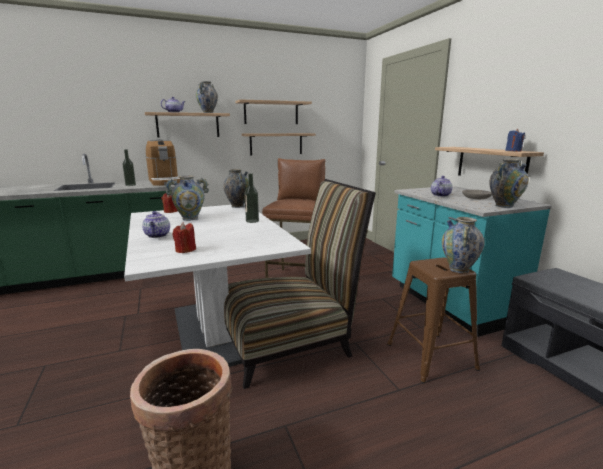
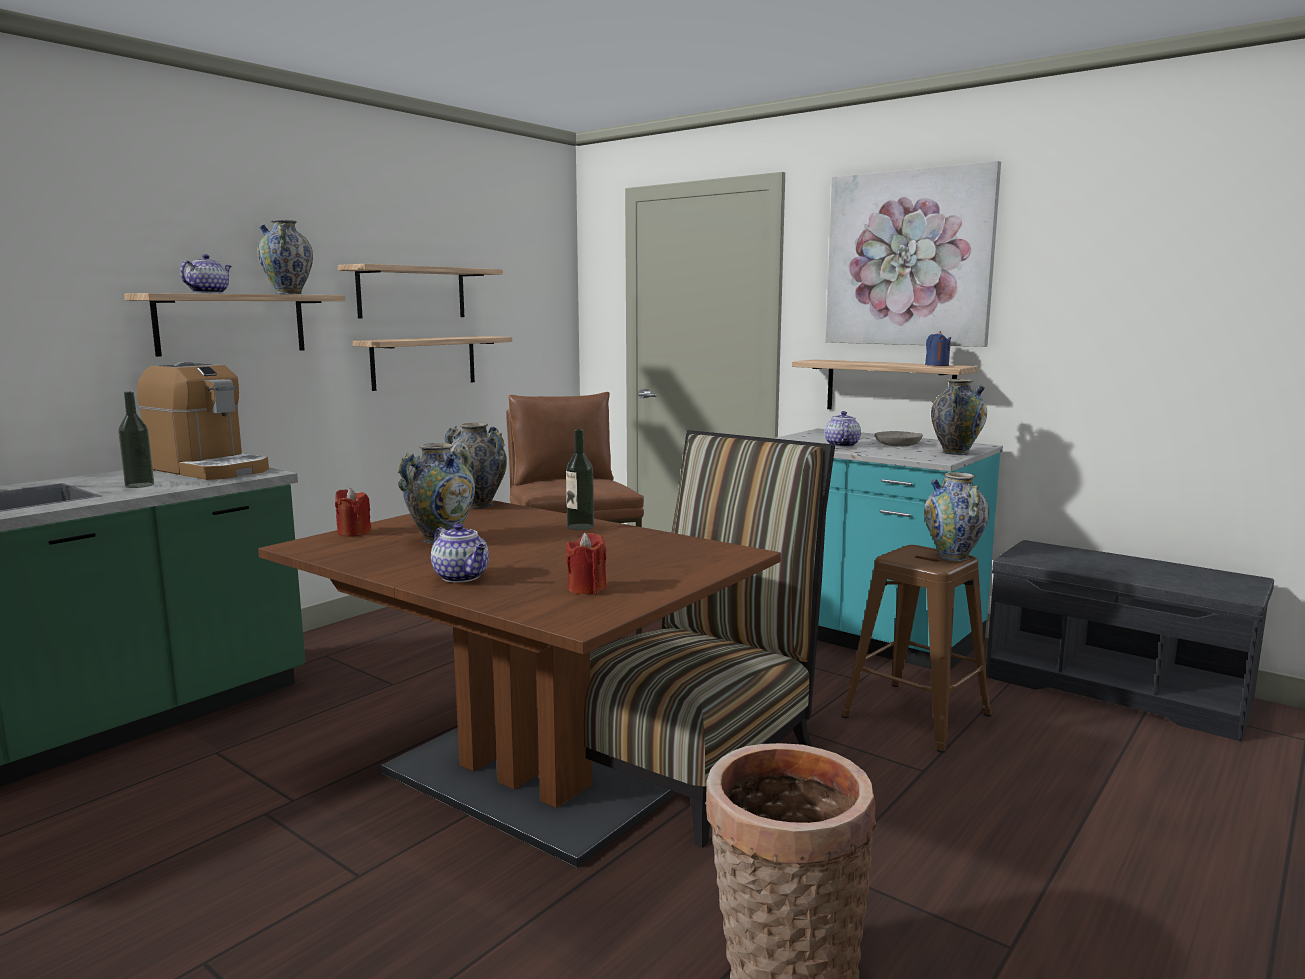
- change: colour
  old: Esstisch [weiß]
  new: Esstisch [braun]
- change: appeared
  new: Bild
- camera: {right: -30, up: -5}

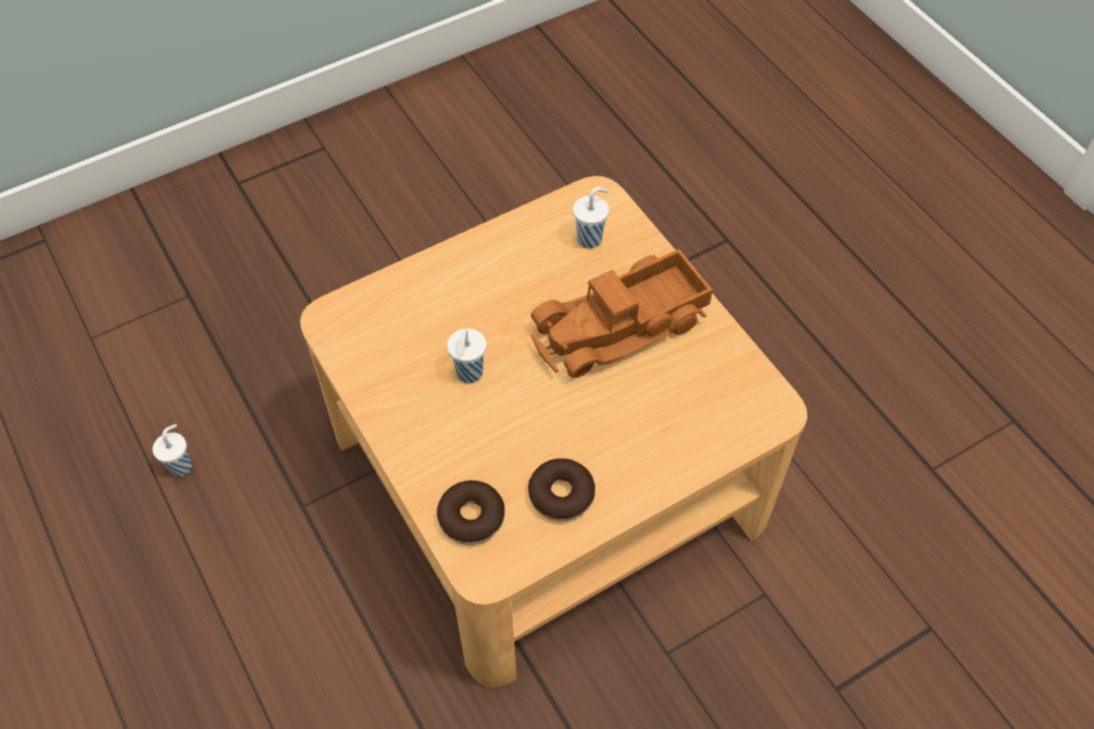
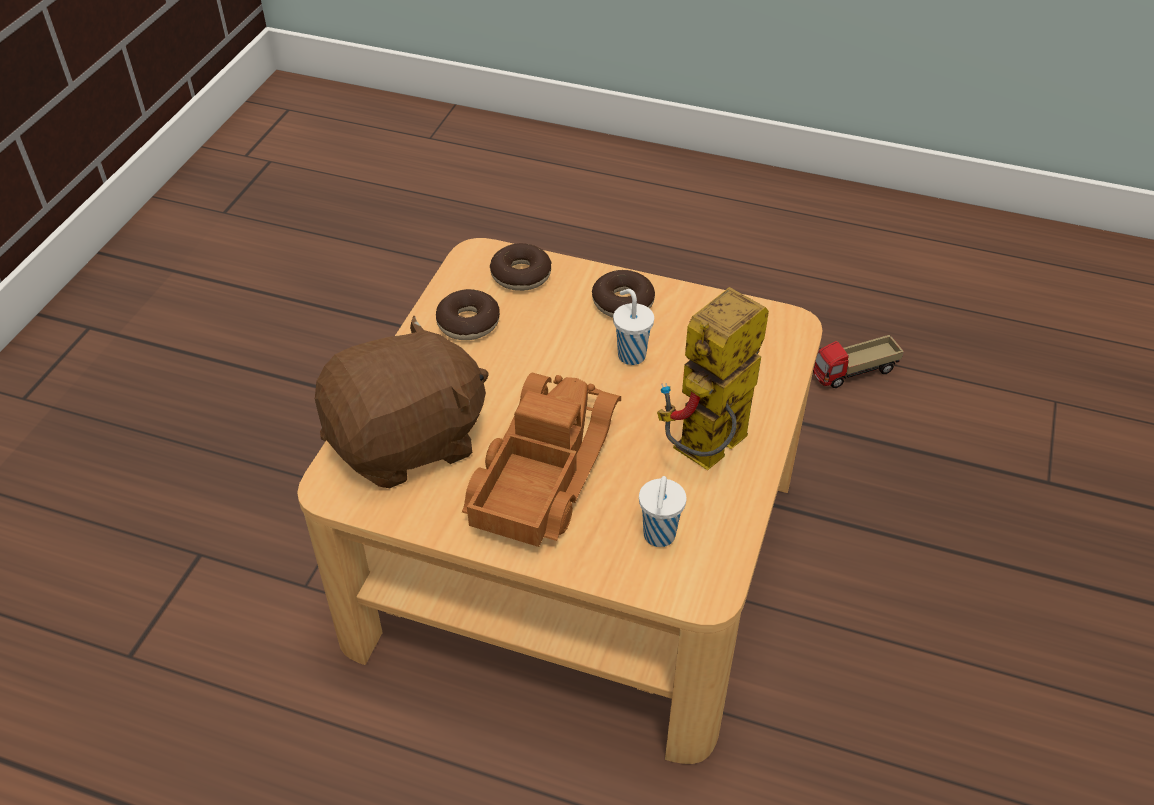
- change: appeared
  new: Plüschtier [braun]
- change: appeared
  new: Donut (no. 3 from left)
- change: appeared
  new: Spielzeugroboter
- change: exchanged
  old: Tasse [weiß] (no. 1 from left)
  new: Spielzeuglaster (no. 2 from left)
- camera: {right: 140, up: -10}

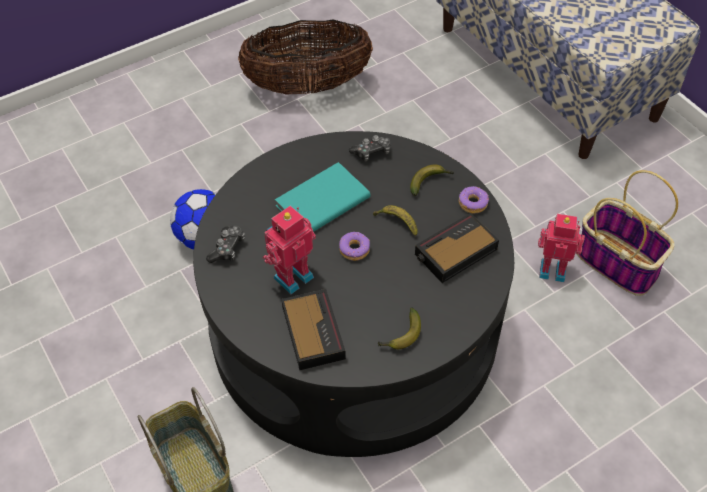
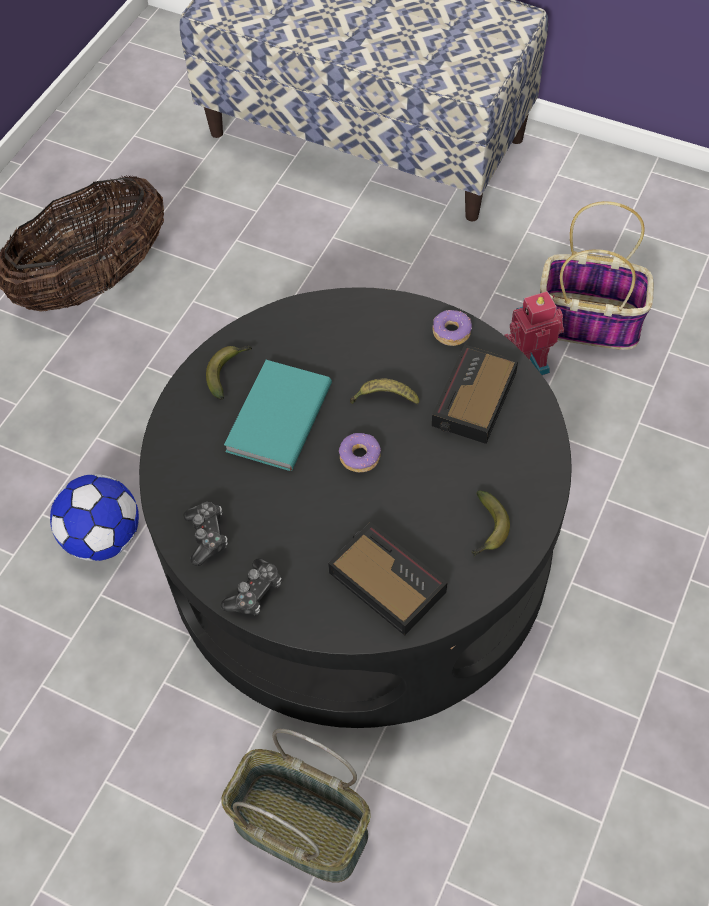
- change: relocated
  old: Banane (no. 3 from left in the first image)
  new: Banane (no. 1 from left)
- change: relocated
  old: Gamepad (no. 2 from left)
- change: missing
  old: Spielzeugroboter (no. 1 from left)
- camera: {right: -30, up: 5}

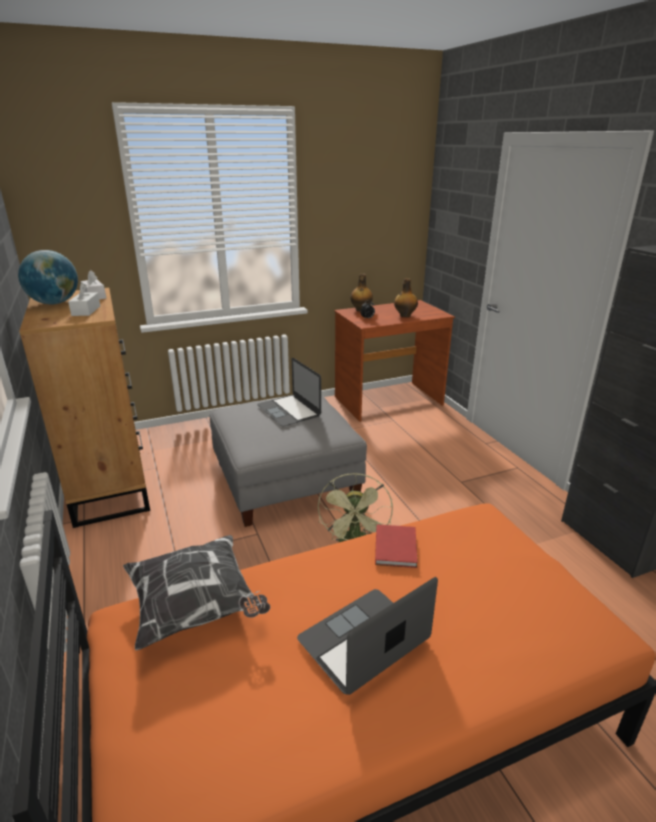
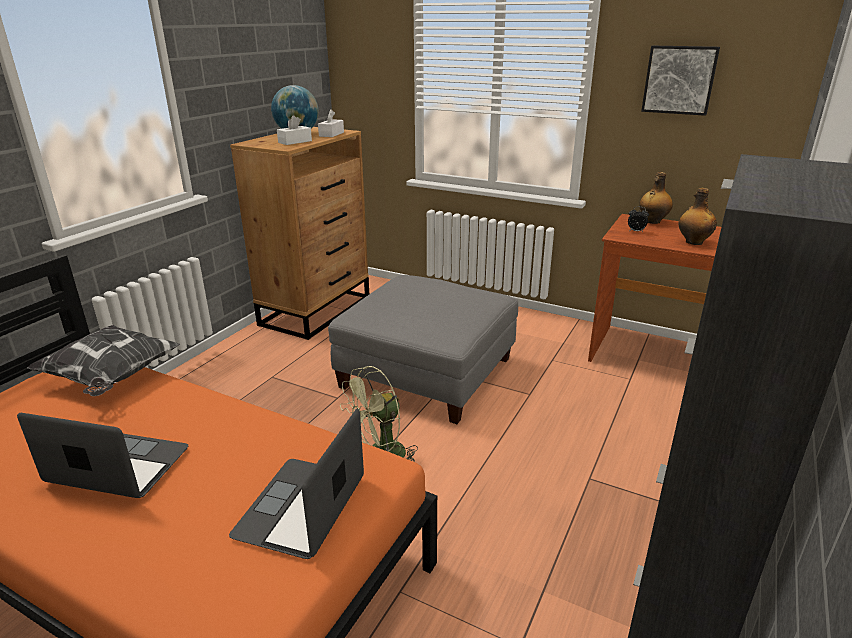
- change: relocated
  old: Laptop (no. 1 from left in the first image)
  new: Laptop (no. 2 from left)
- change: appeared
  new: Bild
- change: missing
  old: Buch [rot]
- camera: {right: 50, up: 0}

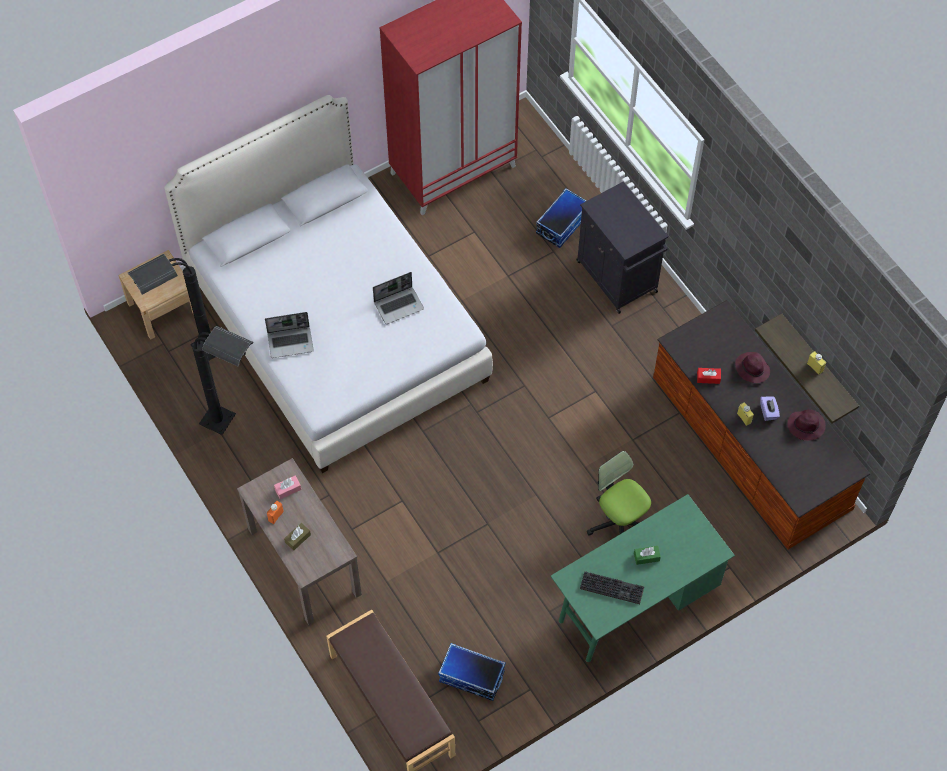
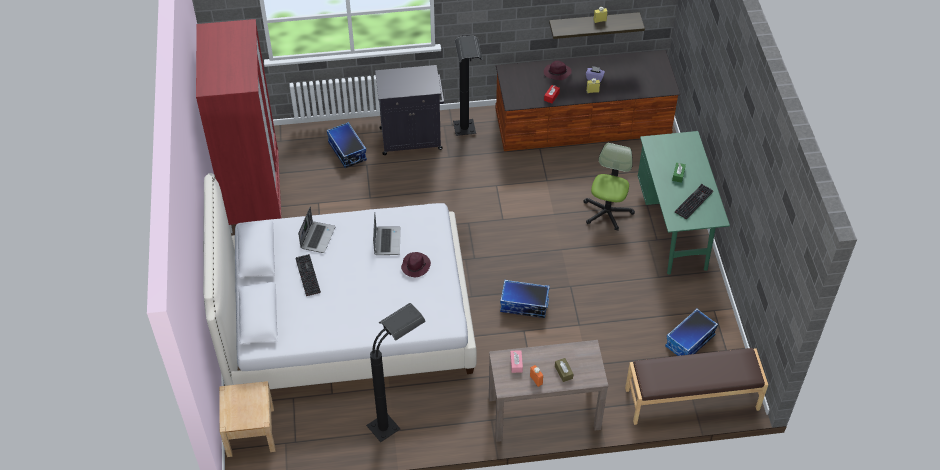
- change: appeared
  new: Tastatur (no. 1 from left)
- change: relocated
  old: Laptop (no. 1 from left)
- change: relocated
  old: Hut [lila] (no. 2 from left in the first image)
  new: Hut [lila] (no. 1 from left)
- change: relocated
  old: Stehlampe [schwarz] (no. 1 from left in the first image)
  new: Stehlampe [schwarz] (no. 2 from left)
- change: appeared
  new: Aufbewahrungsbox (no. 2 from left)
- change: spun
  old: Bürostuhl
  degrees: 120
- camera: {right: -65, up: -10}

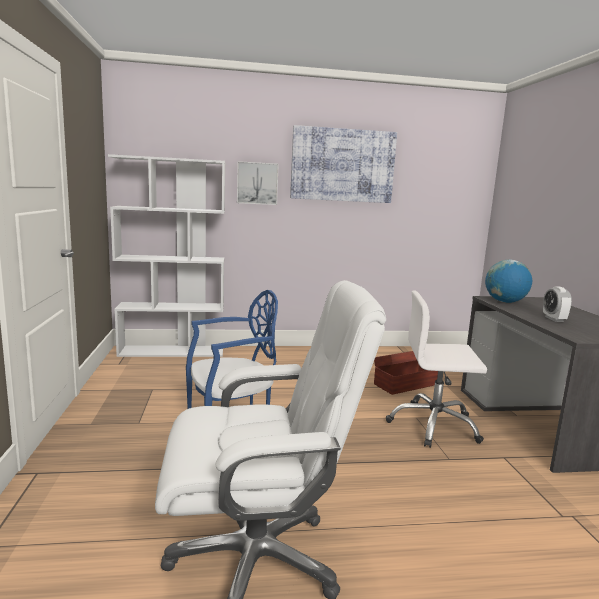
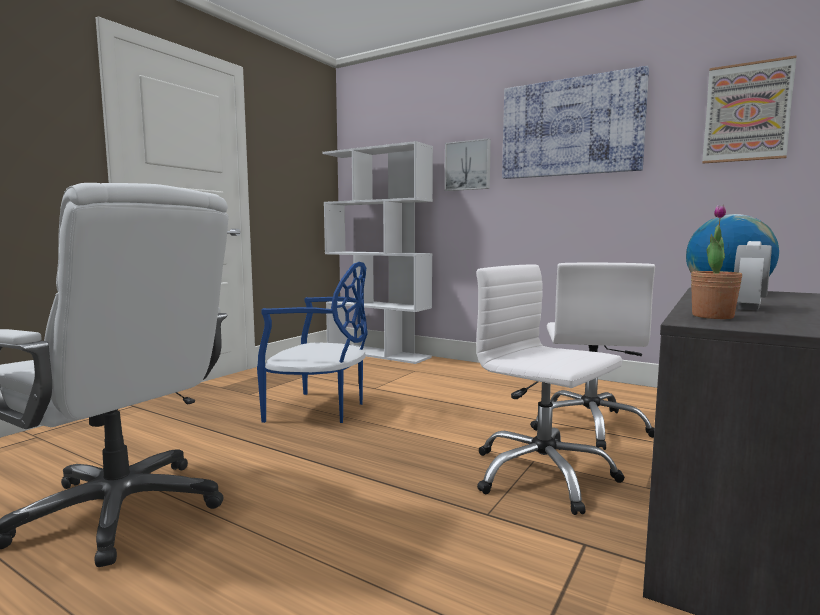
- change: exchanged
  old: Aufbewahrungsbox [braun]
  new: Bürostuhl [weiß] (no. 3 from left)
- change: appeared
  new: Topfpflanze
- change: appeared
  new: Bild (no. 3 from left)
- camera: {right: 40, up: -5}

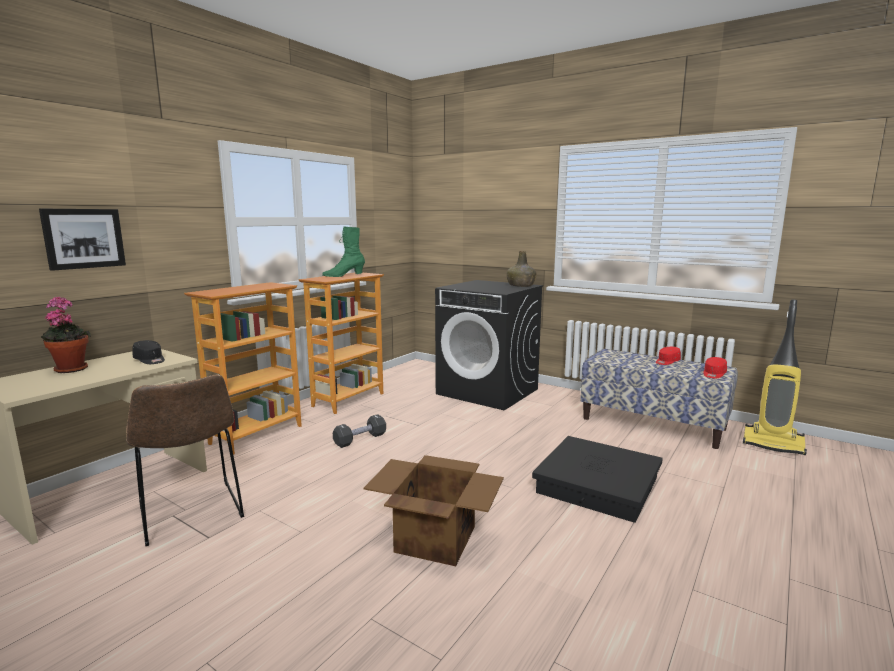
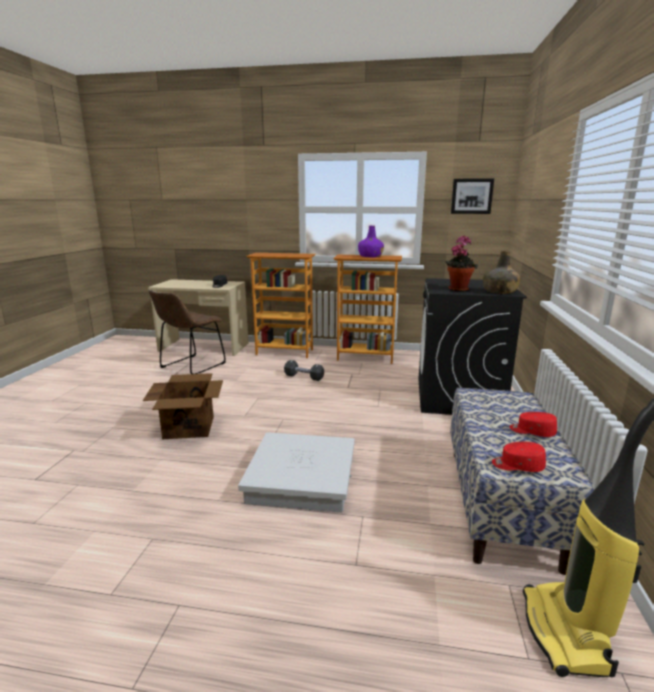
- change: colour
  old: Aufbewahrungsbox [schwarz]
  new: Aufbewahrungsbox [weiß]
- change: exchanged
  old: Stiefel [grün]
  new: Flasche [lila]
- change: relocated
  old: Topfpflanze
- change: relocated
  old: Bild
- camera: {right: 65, up: 5}

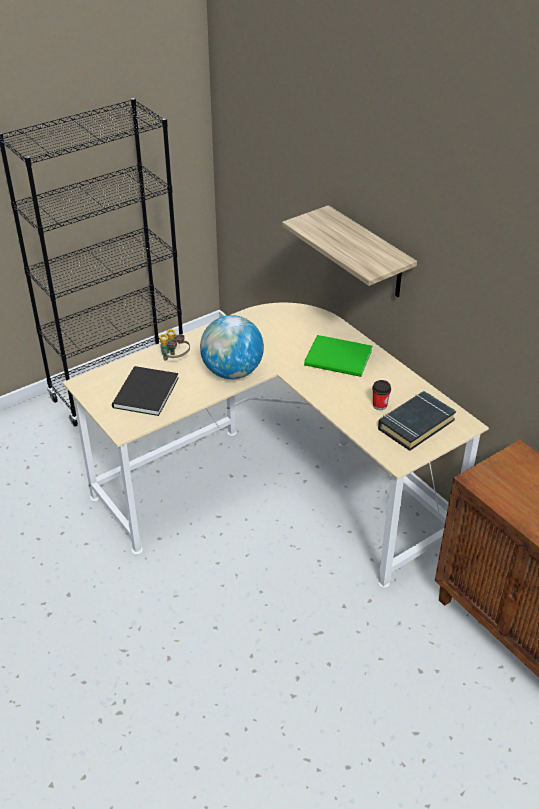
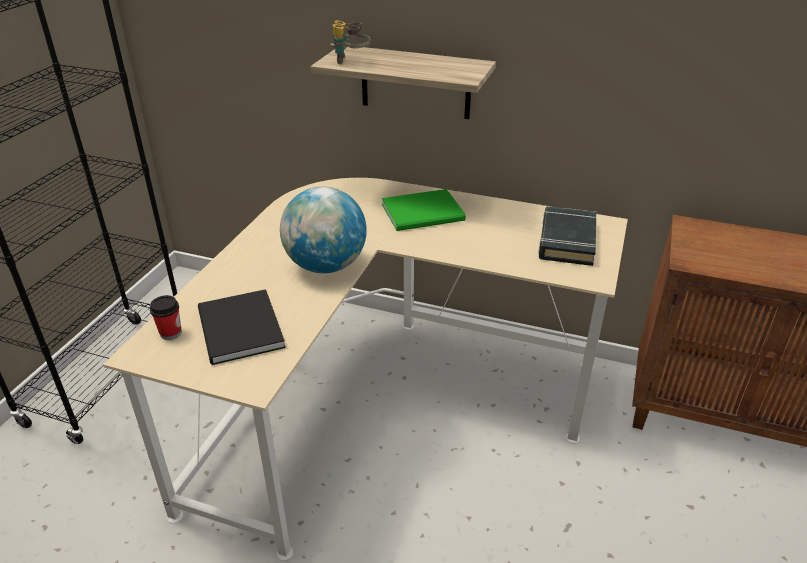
- change: relocated
  old: Tasse
- change: relocated
  old: Fernglas
- camera: {right: -35, up: -5}

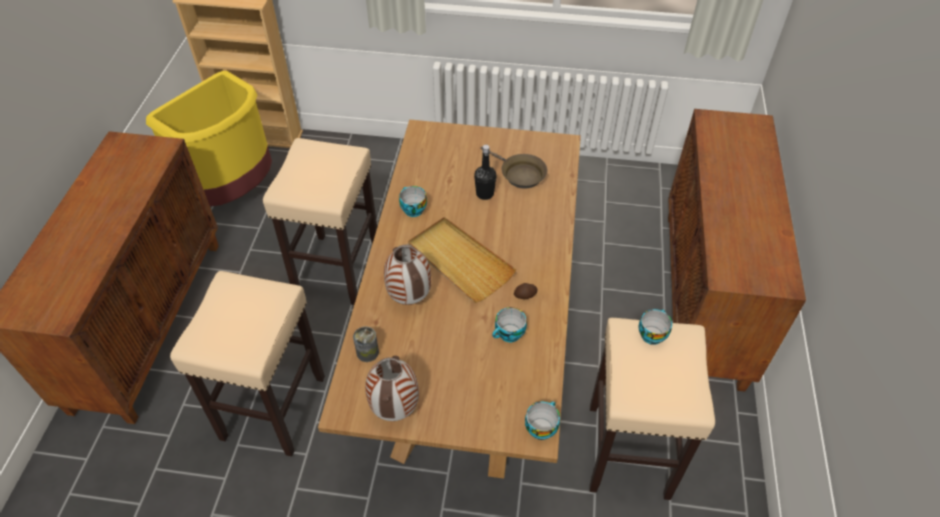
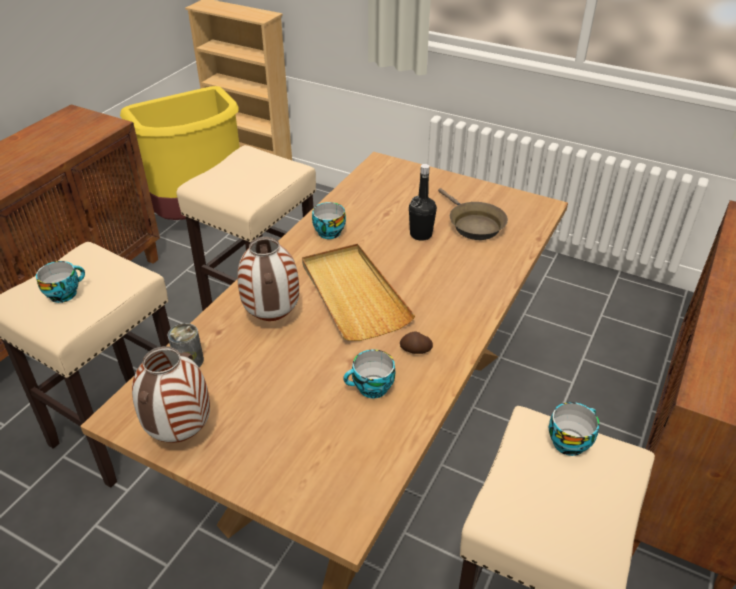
- change: relocated
  old: Tasse (no. 3 from left in the first image)
  new: Tasse (no. 1 from left)
- camera: {right: 20, up: -10}

